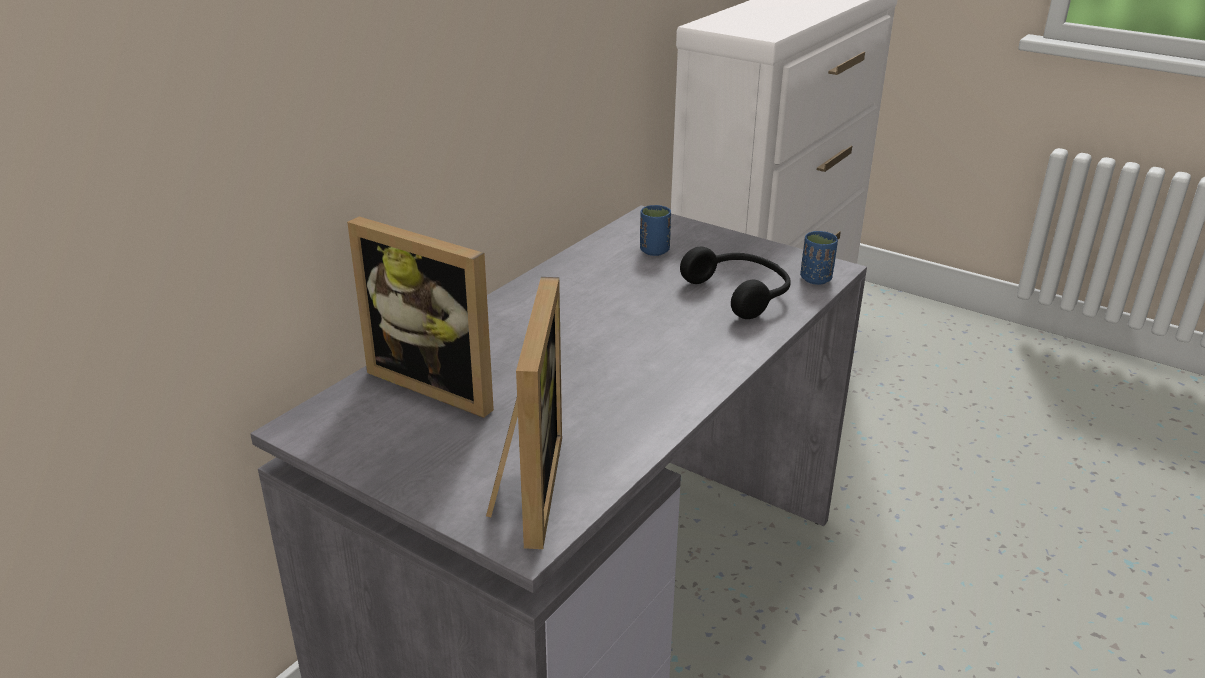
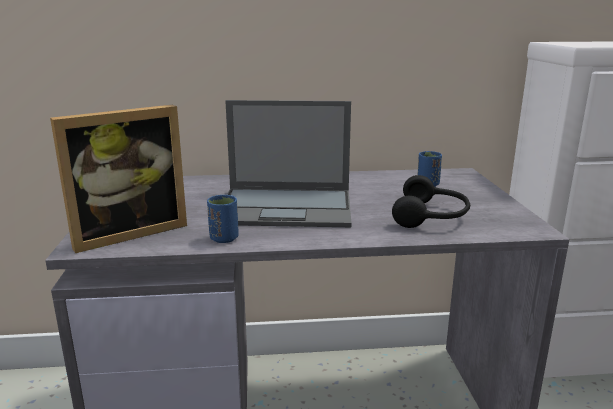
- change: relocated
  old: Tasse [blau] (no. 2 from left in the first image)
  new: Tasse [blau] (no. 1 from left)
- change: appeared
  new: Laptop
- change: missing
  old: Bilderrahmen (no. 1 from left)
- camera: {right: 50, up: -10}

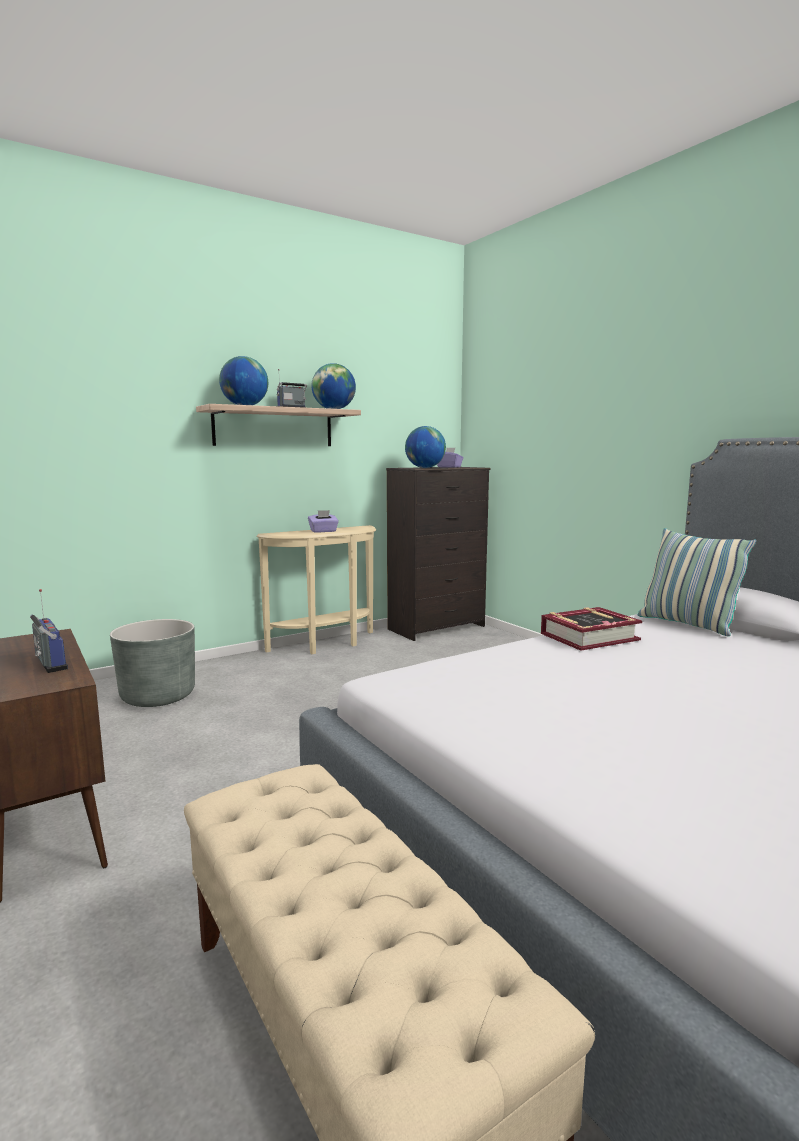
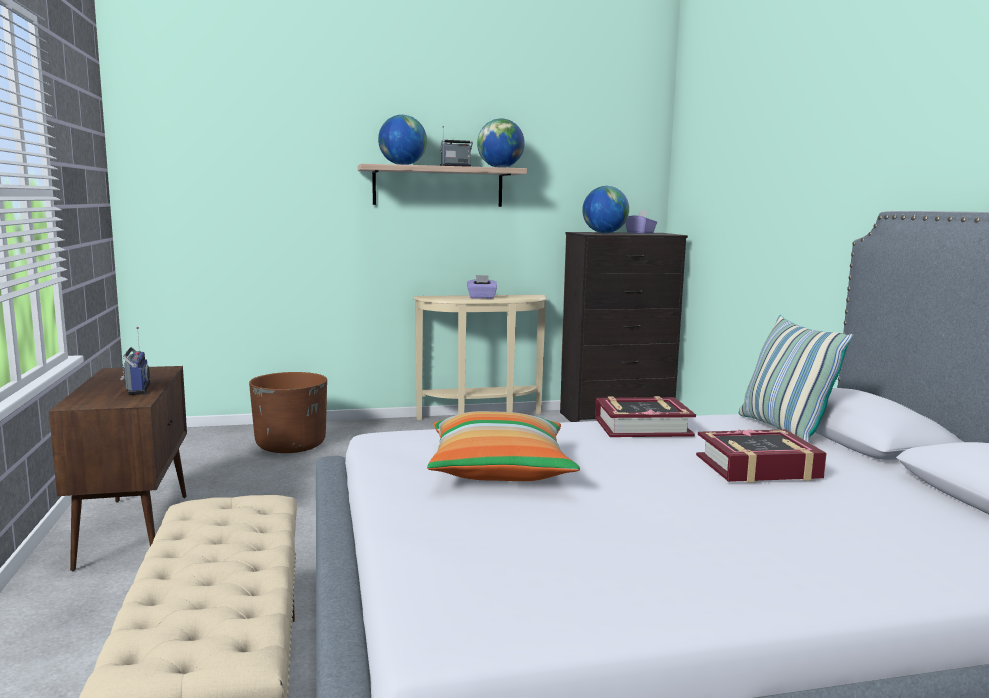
- change: colour
  old: Pflanzkübel [grau]
  new: Pflanzkübel [braun]
- change: appeared
  new: Kissen (no. 1 from left)
- change: appeared
  new: Buch (no. 2 from left)
- camera: {right: 20, up: 0}

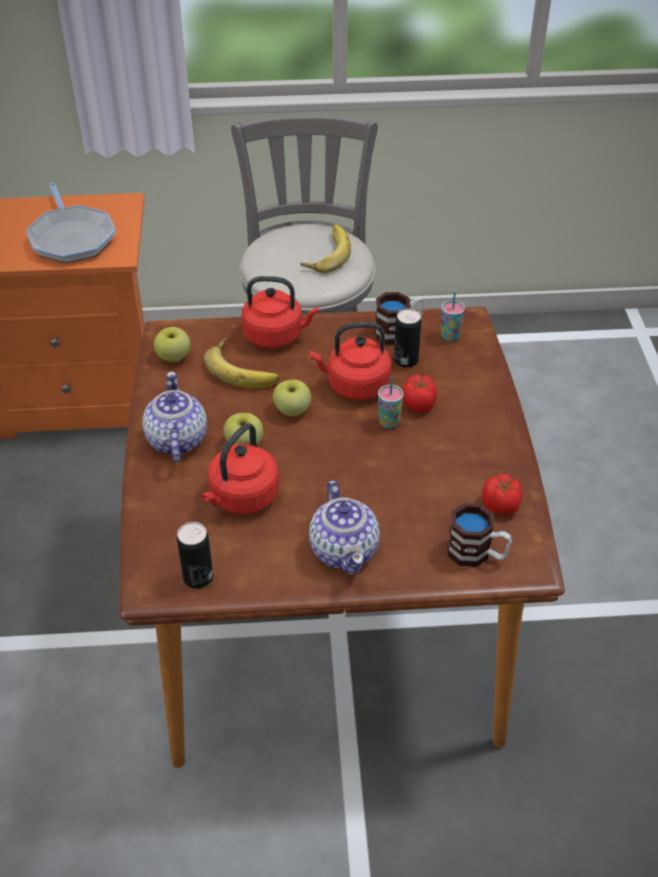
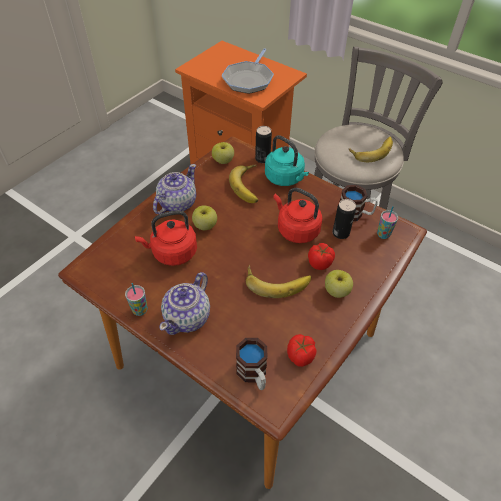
- change: relocated
  old: Tasse (no. 1 from left)
- change: appeared
  new: Banane (no. 2 from left)
- change: relocated
  old: Dose (no. 1 from left)
- change: colour
  old: Wasserkessel [rot] (no. 2 from left)
  new: Wasserkessel [türkis]
- change: relocated
  old: Apfel (no. 3 from left)
- camera: {right: 40, up: 5}

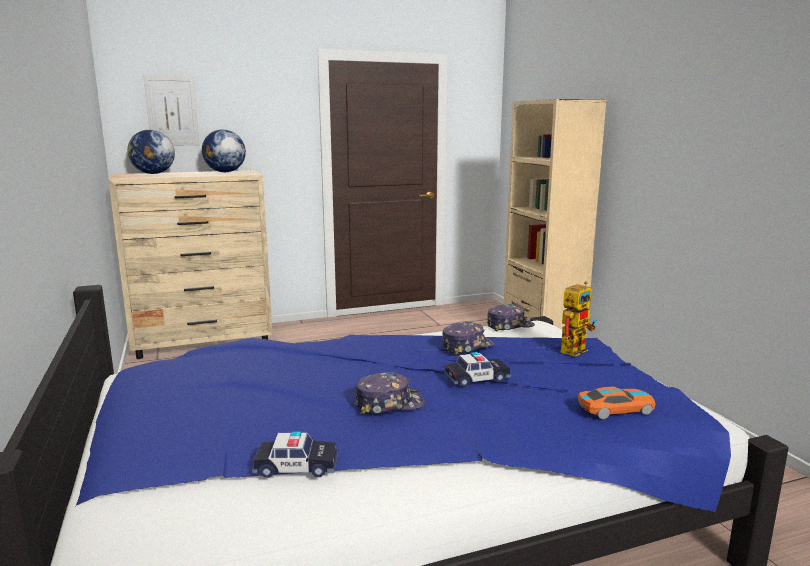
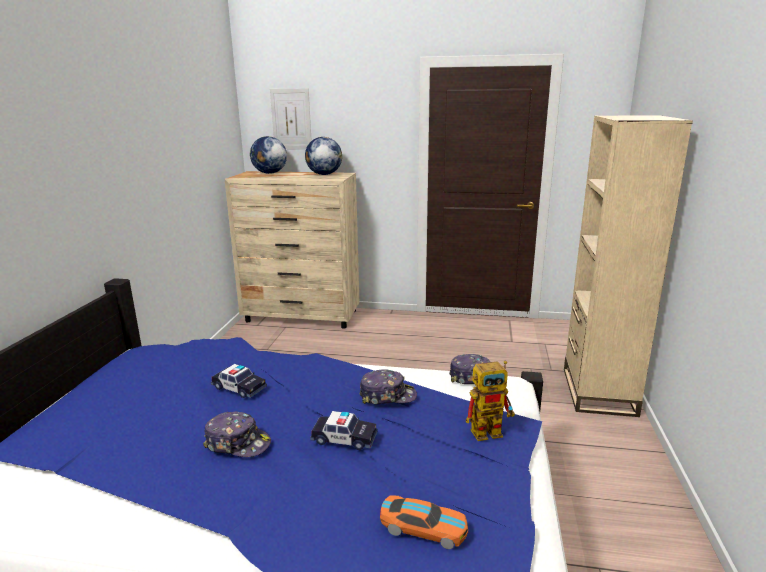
- change: relocated
  old: Spielzeugauto (no. 1 from left)
- camera: {right: 30, up: 5}

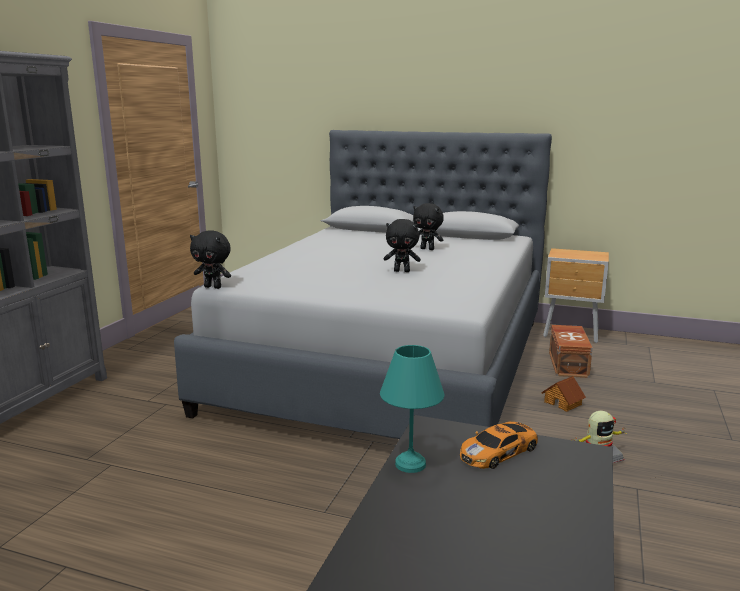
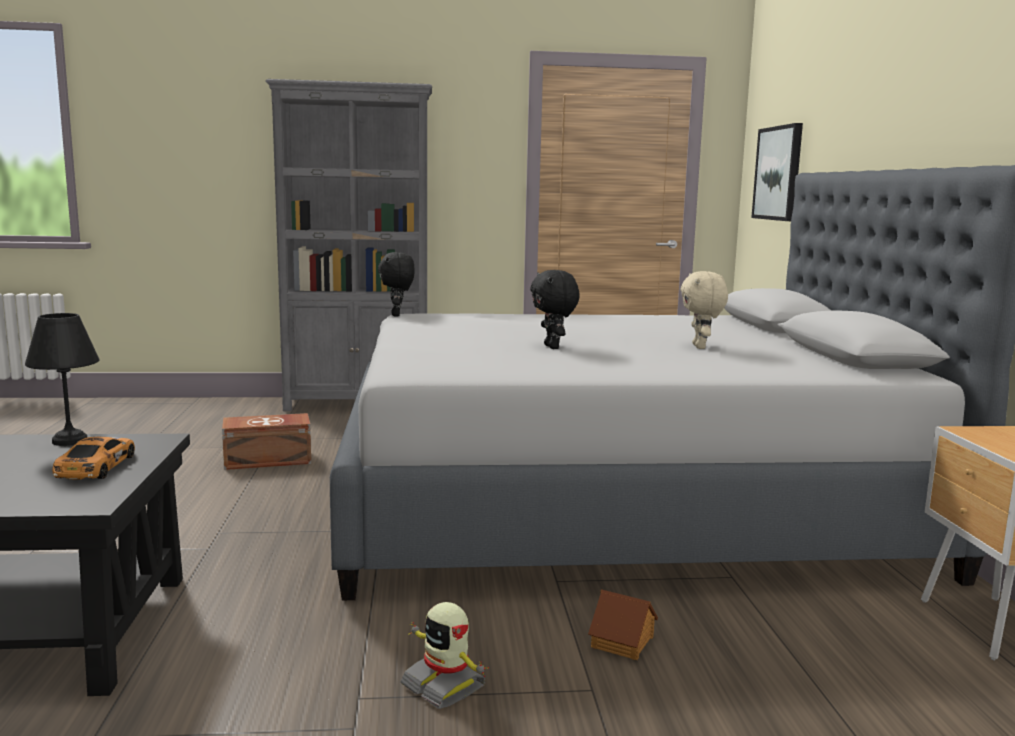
- change: colour
  old: Tischlampe [türkis]
  new: Tischlampe [schwarz]
- change: spun
  old: Spielzeugauto
  degrees: 60
- change: relocated
  old: Aufbewahrungsbox [braun]
- change: colour
  old: Plüschtier [schwarz] (no. 3 from left)
  new: Plüschtier [beige]
- change: appeared
  new: Bild
- camera: {right: 65, up: -5}

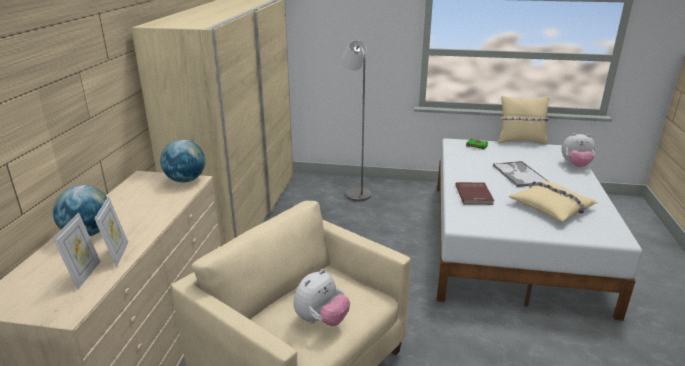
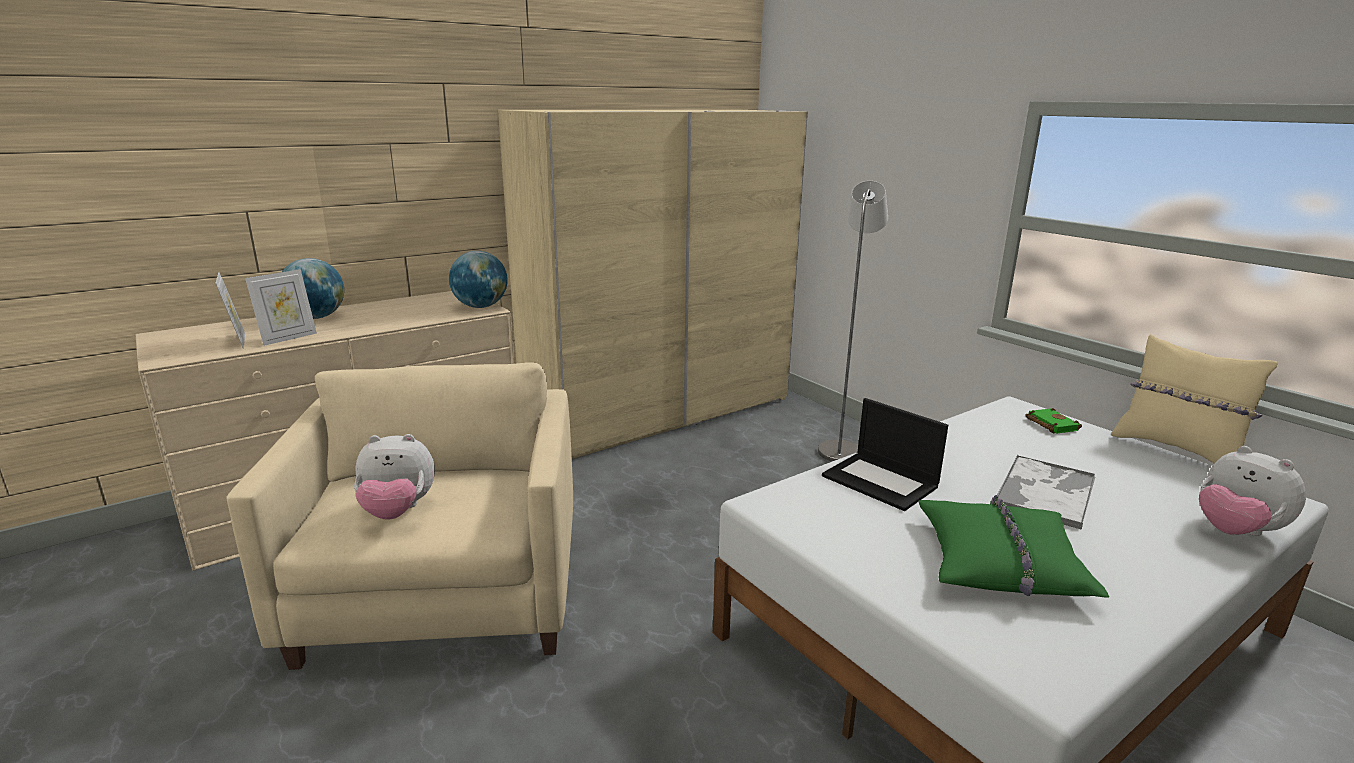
- change: spun
  old: Bilderrahmen (no. 1 from left)
  degrees: -75
- change: exchanged
  old: Buch [rot]
  new: Laptop
- change: colour
  old: Kissen [beige] (no. 2 from left)
  new: Kissen [grün]
- camera: {right: 45, up: -5}

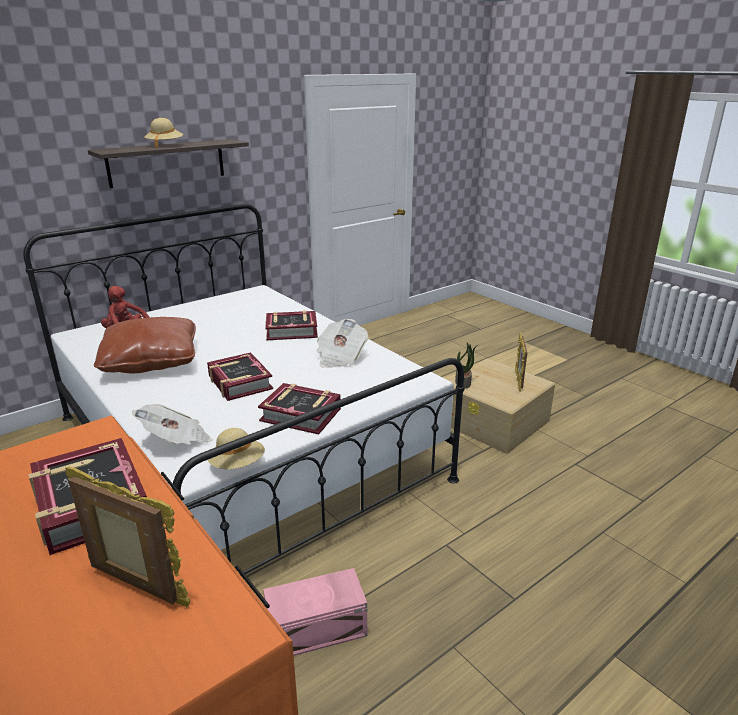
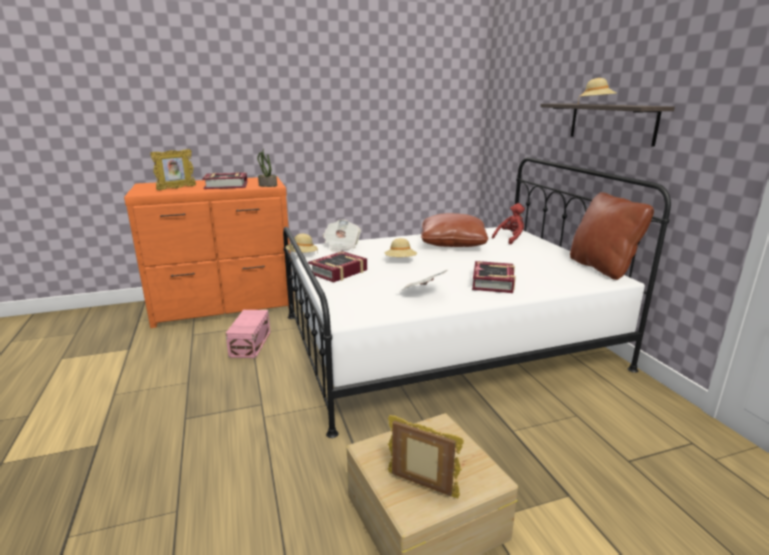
- change: relocated
  old: Topfpflanze
- change: exchanged
  old: Buch (no. 2 from left)
  new: Hut [beige] (no. 2 from left)
- change: appeared
  new: Kissen [braun] (no. 2 from left)
- camera: {right: 110, up: -5}

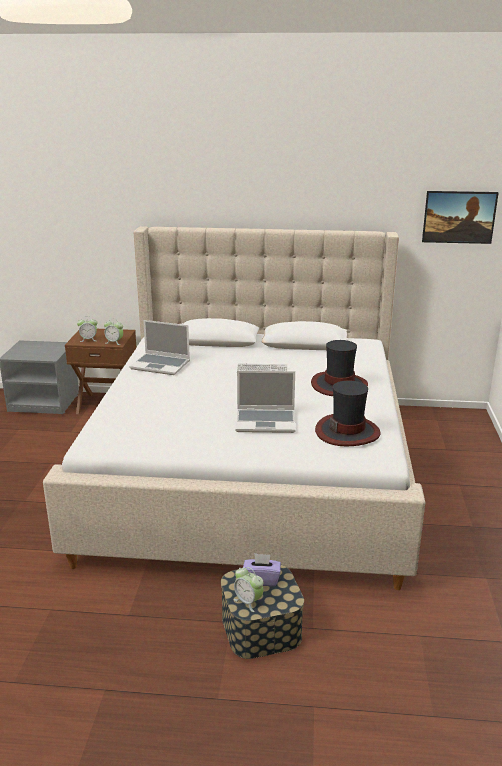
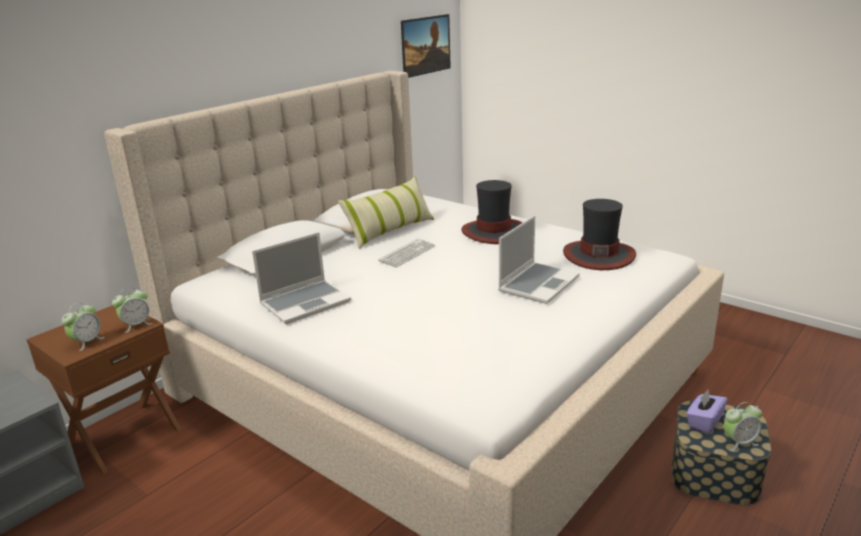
- change: appeared
  new: Kissen
- camera: {right: -55, up: 0}

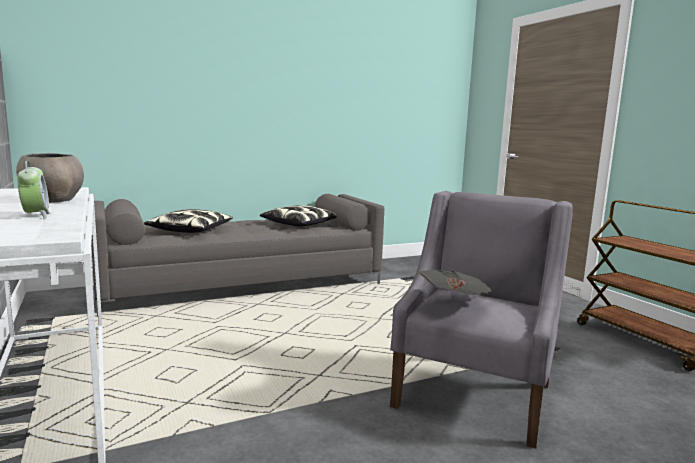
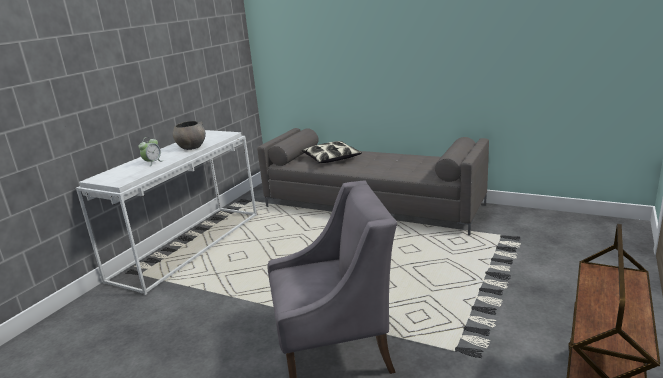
- change: missing
  old: Kissen (no. 2 from left)
- change: missing
  old: Zeitung
- camera: {right: 55, up: 10}

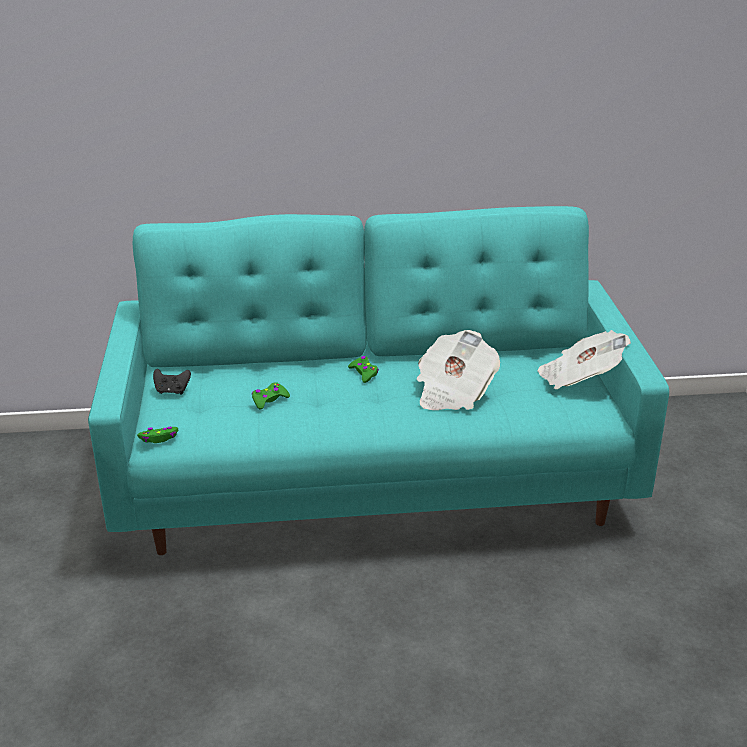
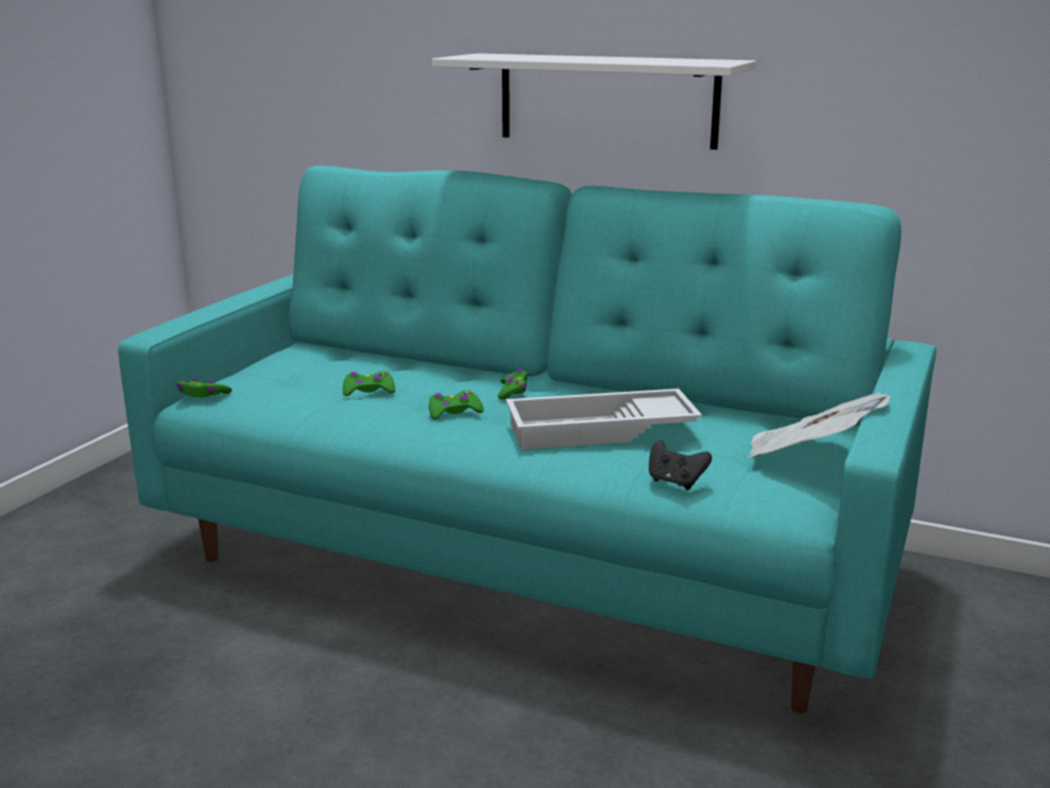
- change: appeared
  new: Gamepad [grün] (no. 3 from left)
- change: appeared
  new: Wandregal [weiß]
- change: exchanged
  old: Zeitung (no. 1 from left)
  new: Tablett [weiß]
- change: relocated
  old: Gamepad [schwarz]
- camera: {right: 30, up: -10}

